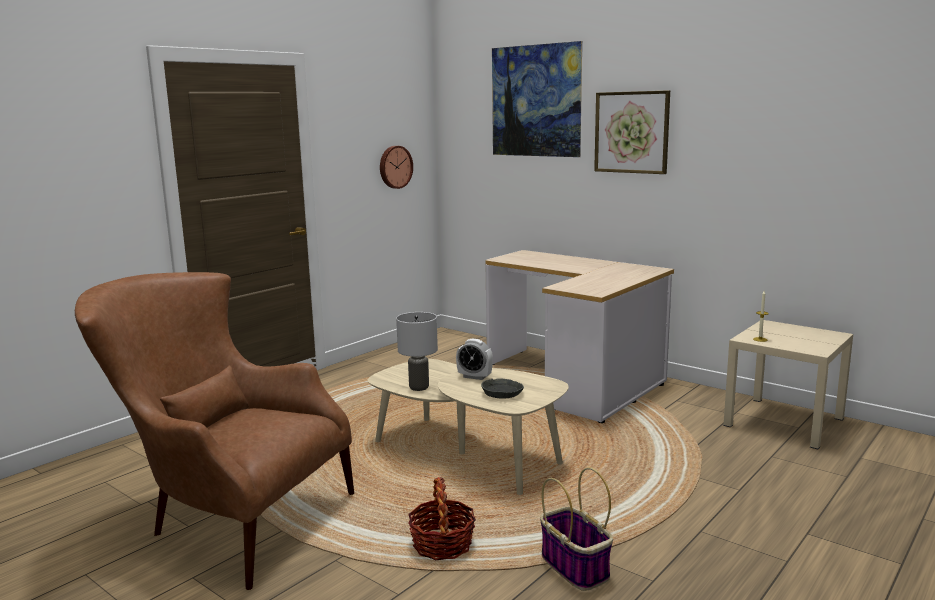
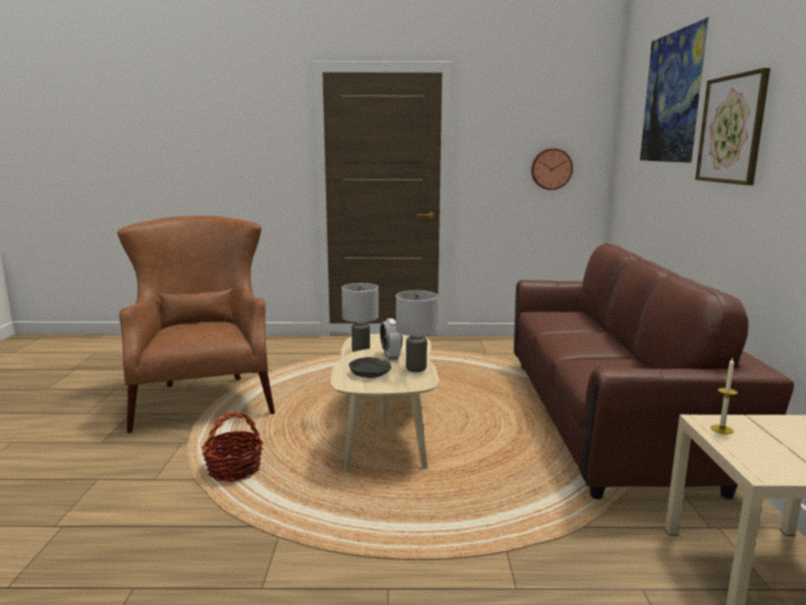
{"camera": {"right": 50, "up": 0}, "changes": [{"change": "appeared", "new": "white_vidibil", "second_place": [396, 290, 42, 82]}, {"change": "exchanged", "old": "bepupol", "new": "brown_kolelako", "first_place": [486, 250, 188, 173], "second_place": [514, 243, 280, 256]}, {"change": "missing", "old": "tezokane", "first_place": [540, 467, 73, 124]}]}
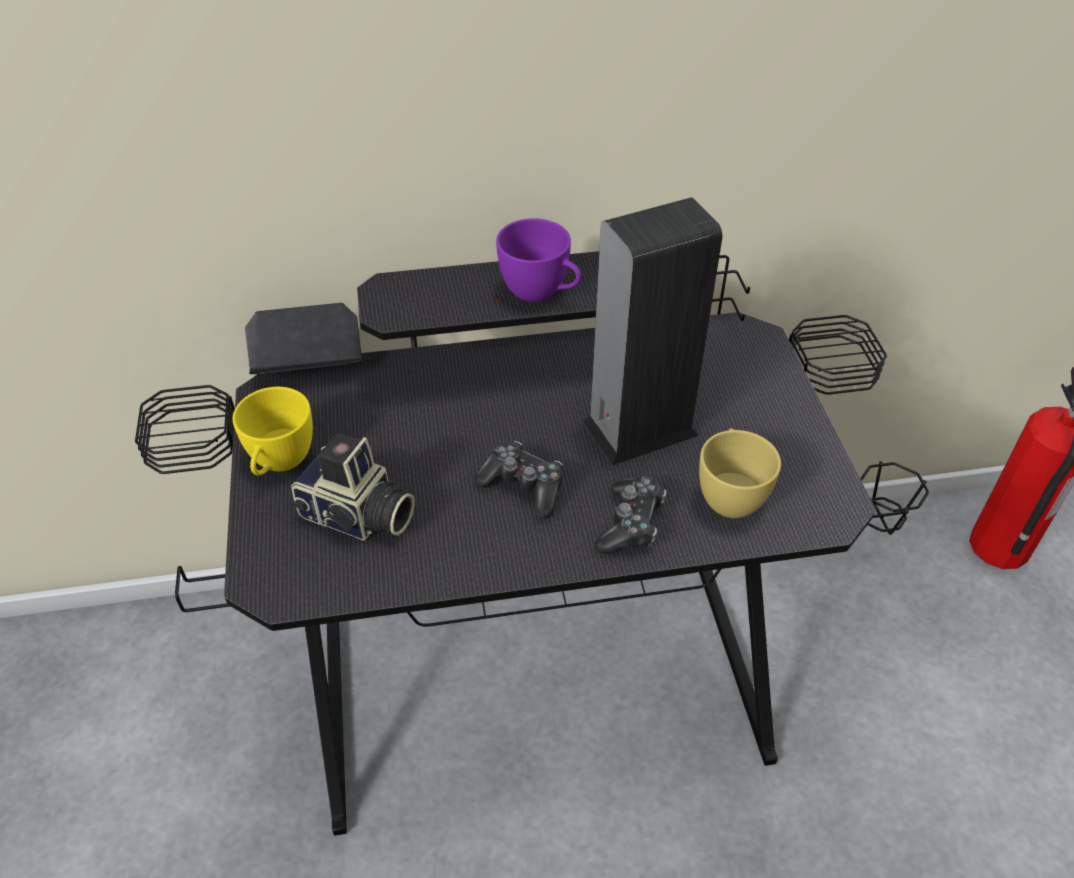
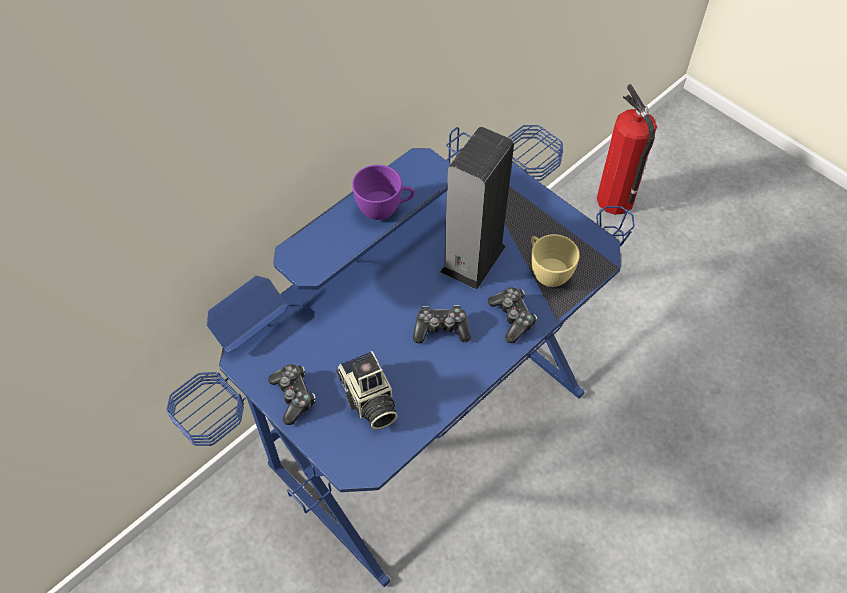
{"camera": {"right": -35, "up": 10}, "changes": [{"change": "colour", "old": "black_bepupol", "new": "blue_bepupol", "first_place": [135, 251, 794, 585], "second_place": [167, 125, 468, 462]}, {"change": "exchanged", "old": "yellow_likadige", "new": "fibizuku", "first_place": [233, 387, 80, 89], "second_place": [268, 364, 47, 61]}, {"change": "spun", "old": "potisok", "first_place": [290, 433, 125, 108], "second_place": [336, 351, 62, 79], "degrees": 75}]}
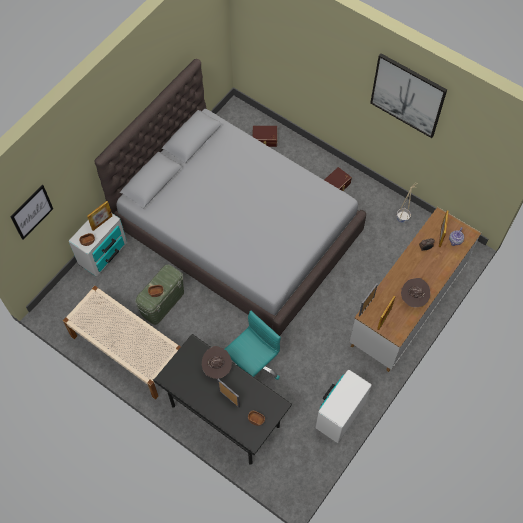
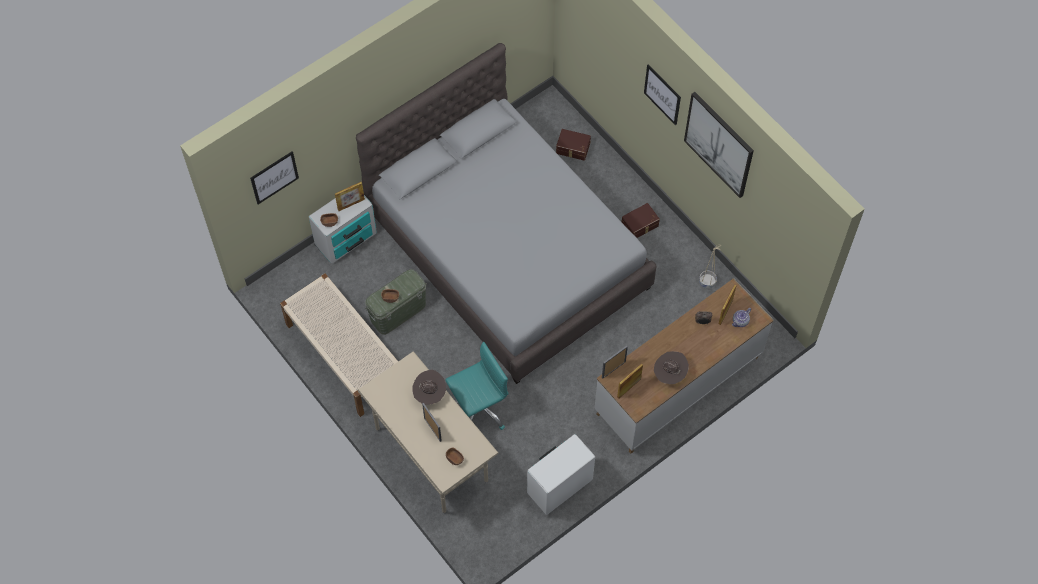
{"camera": {"right": 15, "up": 0}, "changes": [{"change": "colour", "old": "black_bepupol", "new": "beige_bepupol", "first_place": [153, 334, 139, 131], "second_place": [357, 352, 141, 161]}, {"change": "appeared", "new": "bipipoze", "second_place": [644, 65, 37, 60]}]}
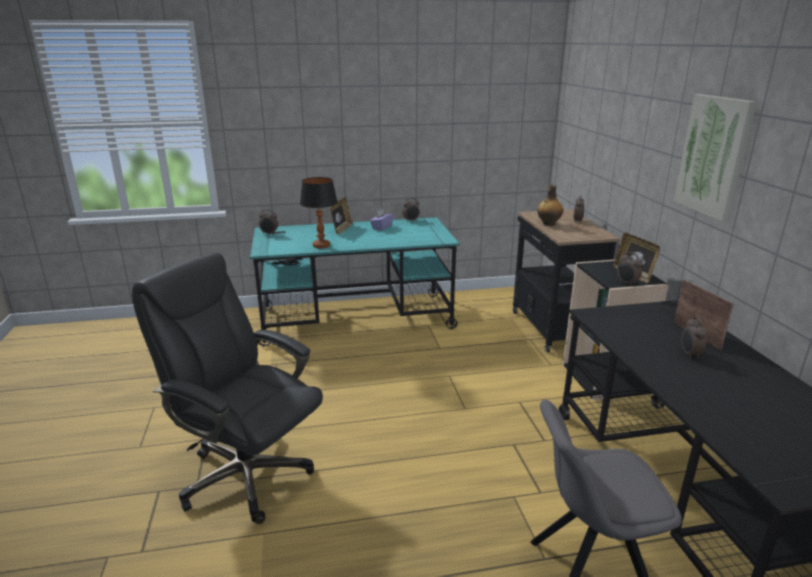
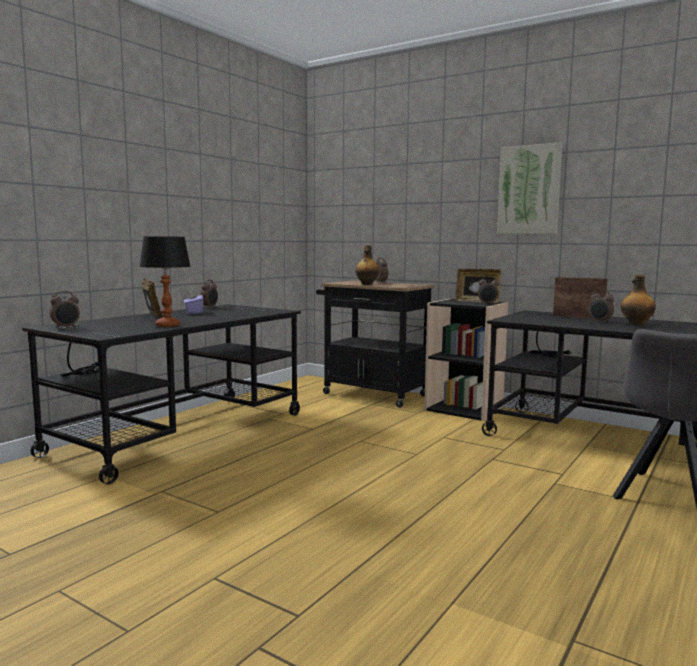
{"camera": {"right": -45, "up": -15}, "changes": [{"change": "colour", "old": "turquoise_bepupol", "new": "black_bepupol", "first_place": [250, 217, 210, 129], "second_place": [22, 304, 279, 180]}, {"change": "appeared", "new": "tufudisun", "second_place": [621, 274, 35, 52]}, {"change": "missing", "old": "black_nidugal", "first_place": [132, 253, 191, 271]}]}
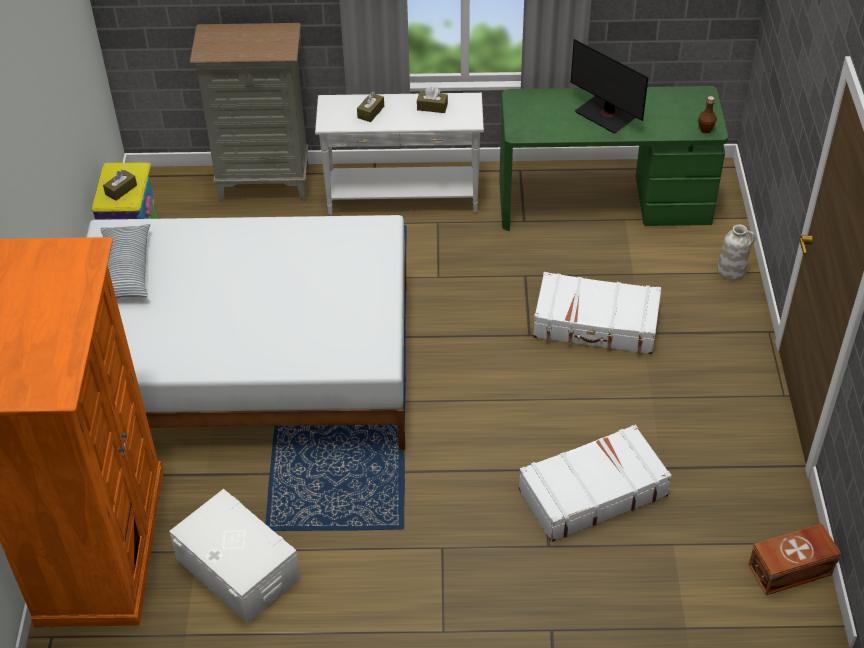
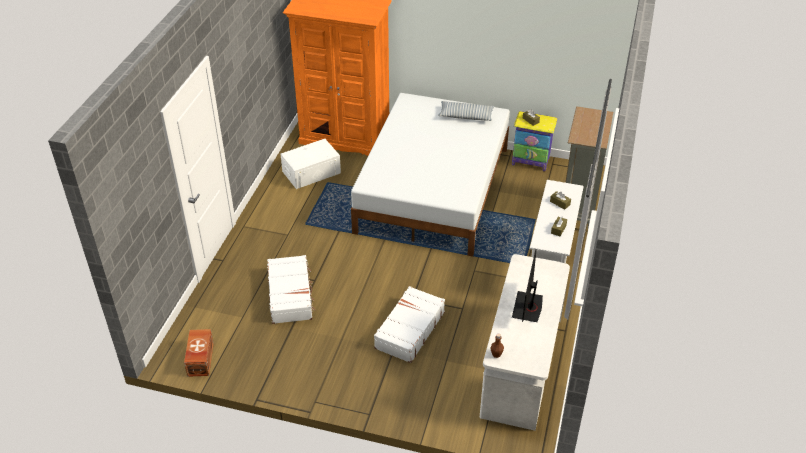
{"camera": {"right": 105, "up": -5}, "changes": [{"change": "colour", "old": "green_bepupol", "new": "white_bepupol", "first_place": [499, 86, 229, 145], "second_place": [480, 254, 90, 177]}, {"change": "spun", "old": "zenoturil", "first_place": [571, 39, 77, 95], "second_place": [512, 249, 31, 73], "degrees": -45}, {"change": "missing", "old": "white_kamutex", "first_place": [717, 224, 39, 57]}]}
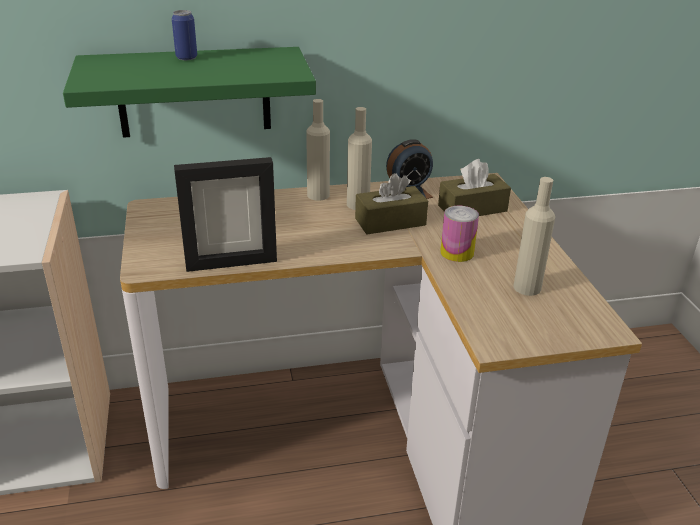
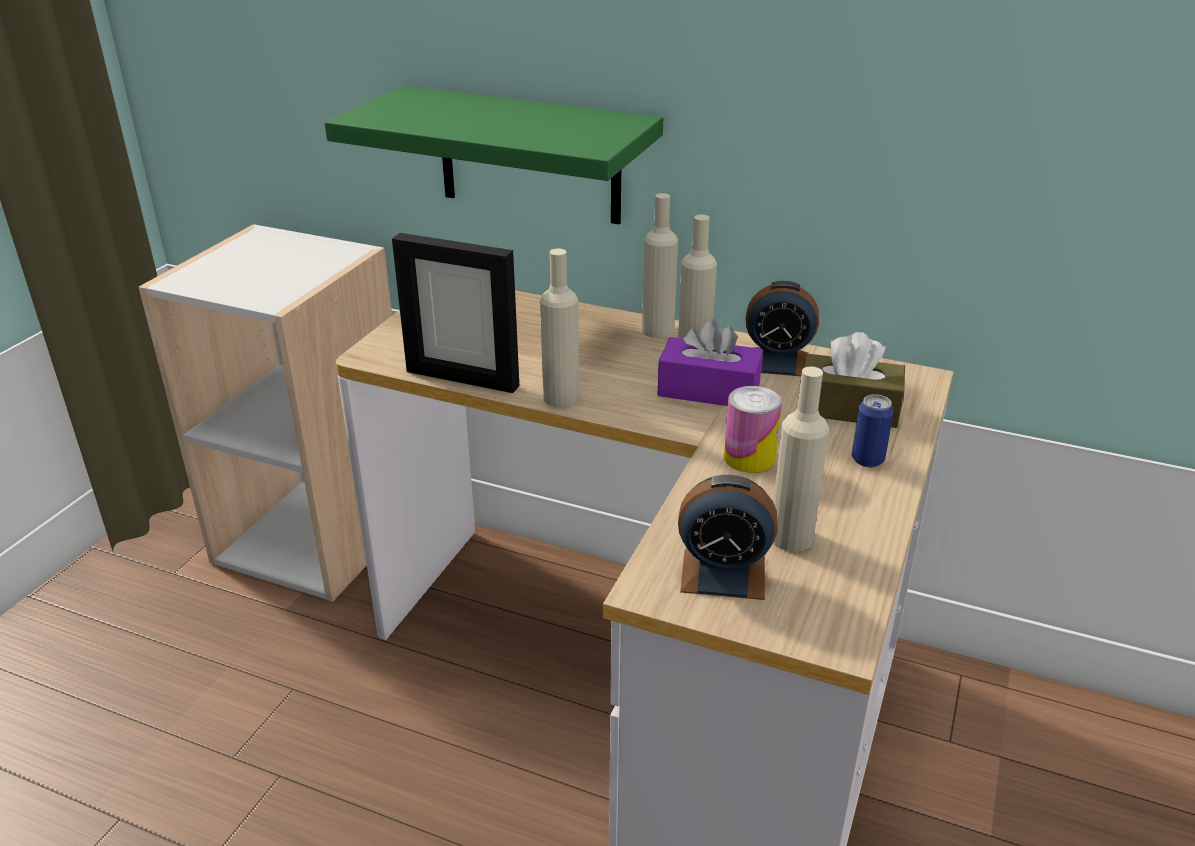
{"camera": {"right": 35, "up": 0}, "changes": [{"change": "appeared", "new": "beige_tufudisun", "second_place": [540, 248, 39, 159]}, {"change": "colour", "old": "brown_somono", "new": "purple_somono", "first_place": [355, 173, 73, 61], "second_place": [658, 319, 105, 87]}, {"change": "appeared", "new": "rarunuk", "second_place": [678, 475, 100, 125]}, {"change": "relocated", "old": "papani", "first_place": [172, 10, 25, 50], "second_place": [852, 394, 42, 73]}]}
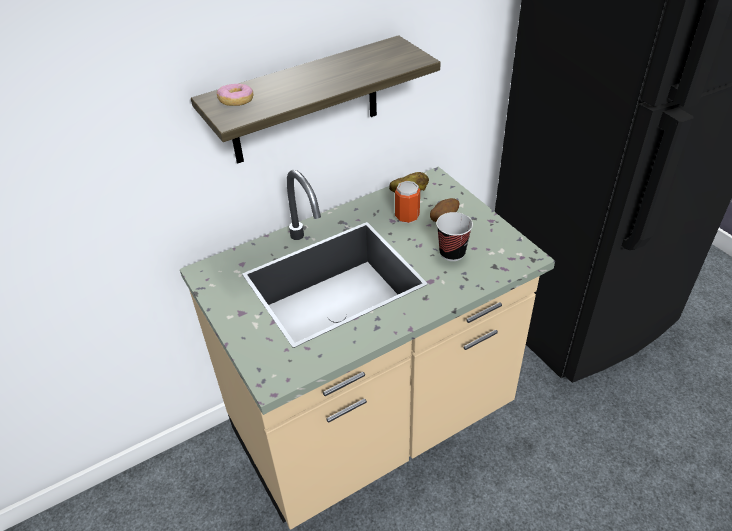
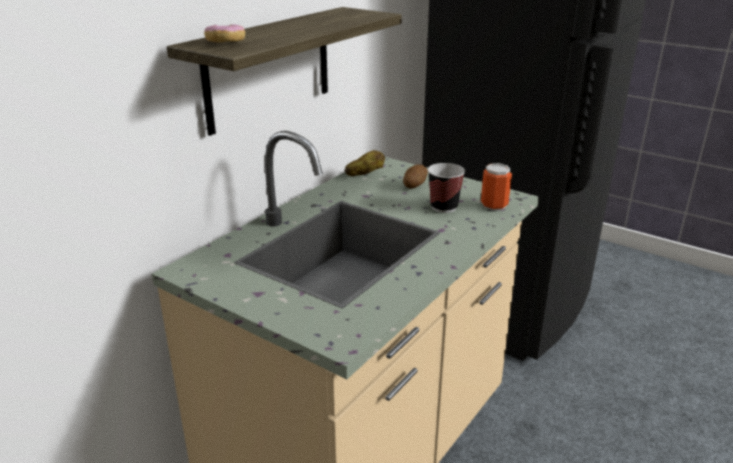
{"camera": {"right": -25, "up": -15}, "changes": [{"change": "relocated", "old": "papani", "first_place": [395, 181, 25, 42], "second_place": [481, 163, 31, 47]}]}
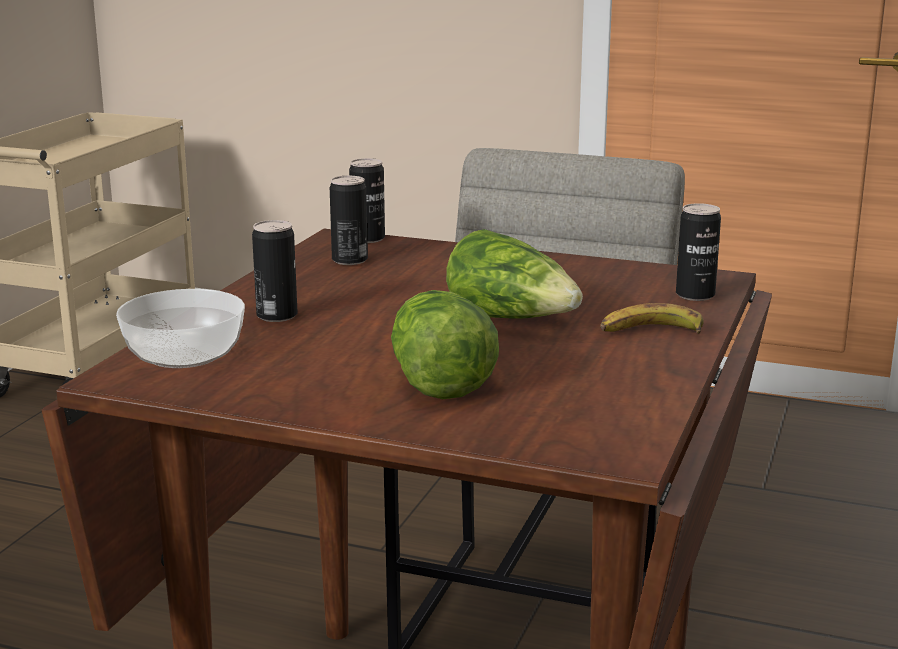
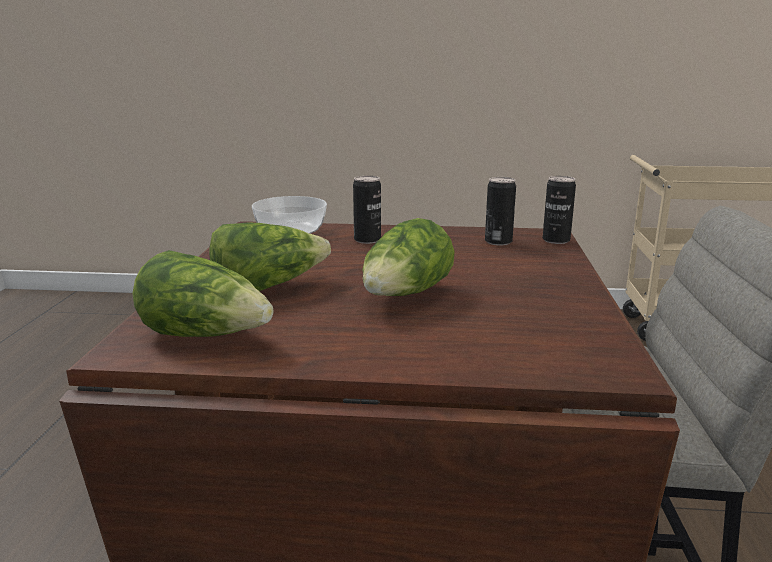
{"camera": {"right": 75, "up": 0}, "changes": [{"change": "appeared", "new": "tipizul", "second_place": [132, 250, 141, 87]}, {"change": "missing", "old": "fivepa", "first_place": [600, 303, 104, 31]}, {"change": "missing", "old": "papani", "first_place": [676, 203, 45, 98]}]}
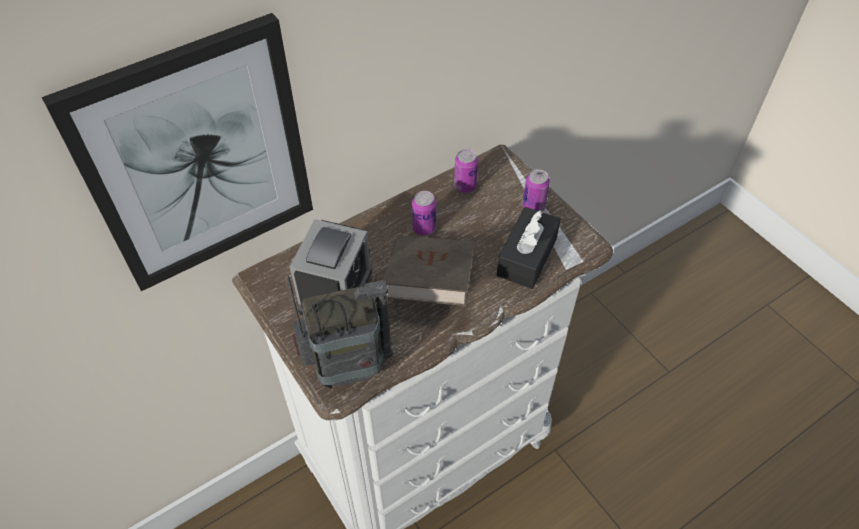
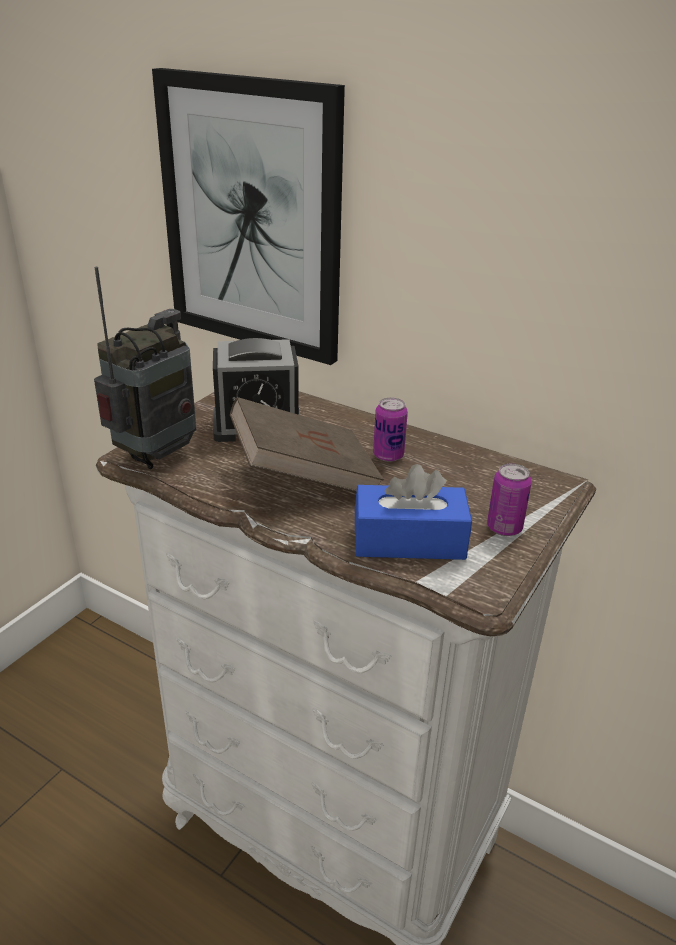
{"camera": {"right": 65, "up": -20}, "changes": [{"change": "spun", "old": "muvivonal", "first_place": [286, 275, 107, 113], "second_place": [94, 266, 102, 203], "degrees": -105}, {"change": "colour", "old": "black_somono", "new": "blue_somono", "first_place": [497, 207, 64, 82], "second_place": [355, 464, 117, 96]}, {"change": "missing", "old": "papani", "first_place": [454, 149, 24, 44]}]}
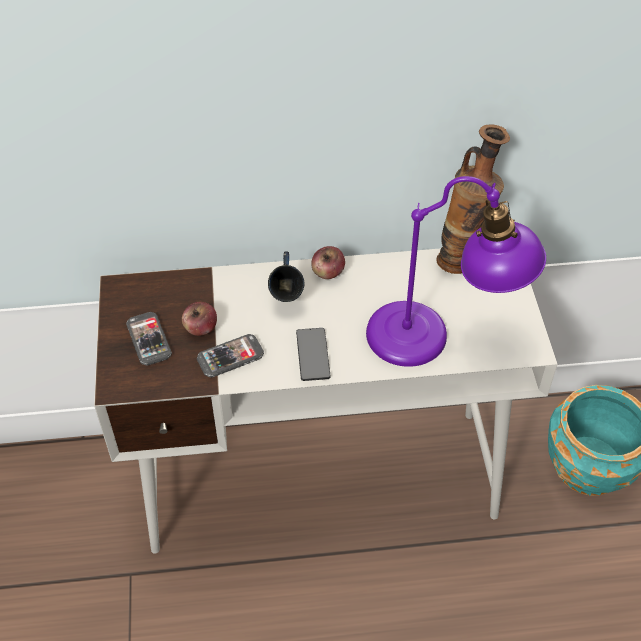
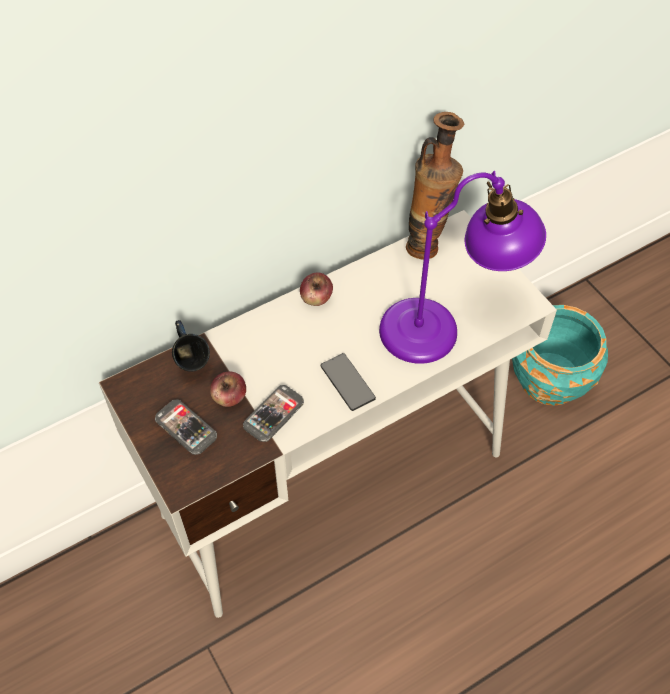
{"camera": {"right": -25, "up": 5}, "changes": [{"change": "relocated", "old": "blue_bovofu", "first_place": [268, 251, 36, 51], "second_place": [172, 320, 38, 52]}]}
